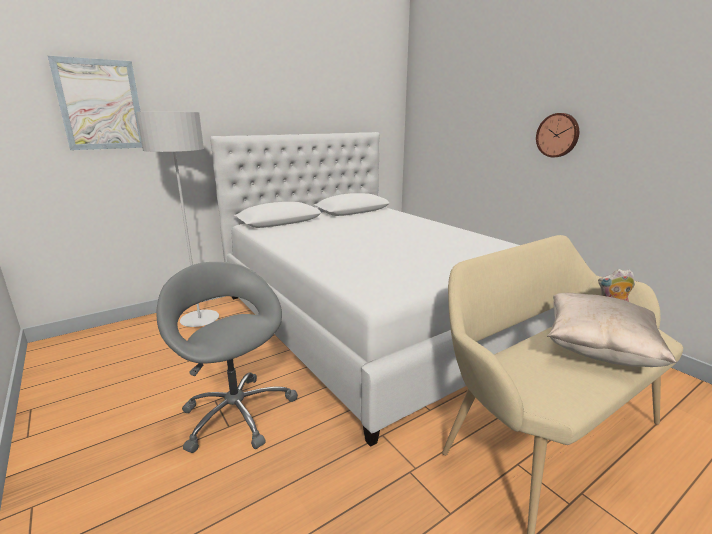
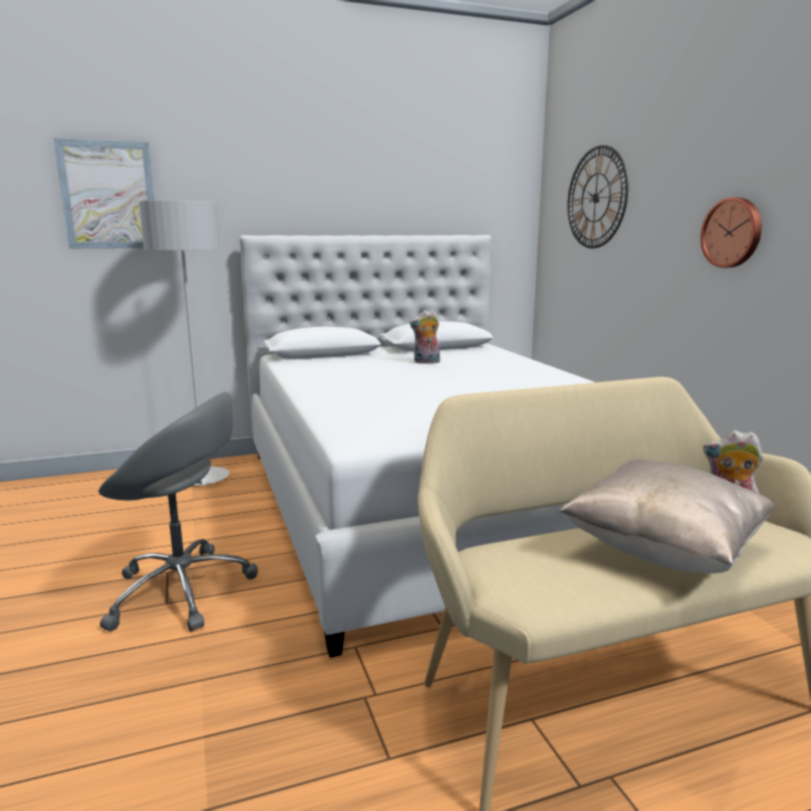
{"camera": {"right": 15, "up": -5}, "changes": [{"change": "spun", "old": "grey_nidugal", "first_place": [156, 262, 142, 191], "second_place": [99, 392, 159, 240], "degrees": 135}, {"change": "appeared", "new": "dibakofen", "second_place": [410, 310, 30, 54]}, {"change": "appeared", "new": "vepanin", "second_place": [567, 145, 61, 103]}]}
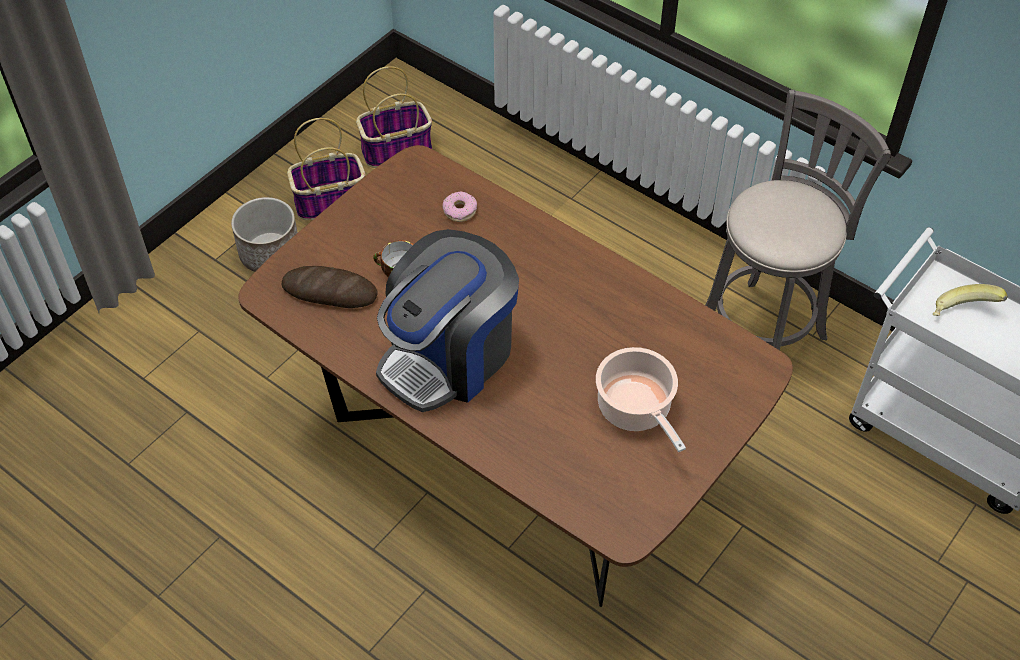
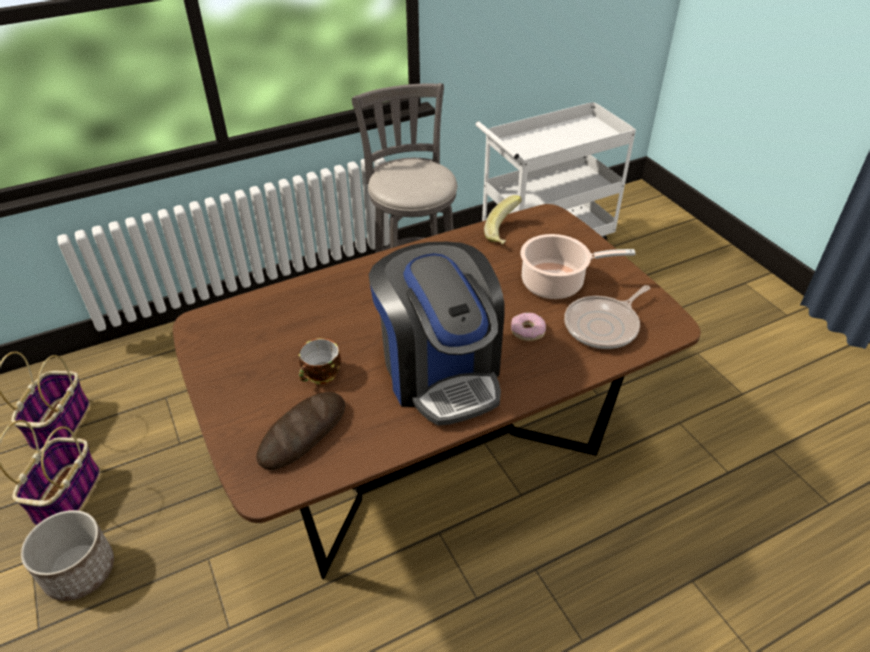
{"camera": {"right": -65, "up": -10}, "changes": [{"change": "relocated", "old": "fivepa", "first_place": [933, 284, 75, 32], "second_place": [484, 195, 38, 50]}, {"change": "relocated", "old": "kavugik", "first_place": [442, 191, 35, 31], "second_place": [511, 313, 35, 28]}, {"change": "appeared", "new": "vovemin", "second_place": [564, 285, 86, 64]}]}
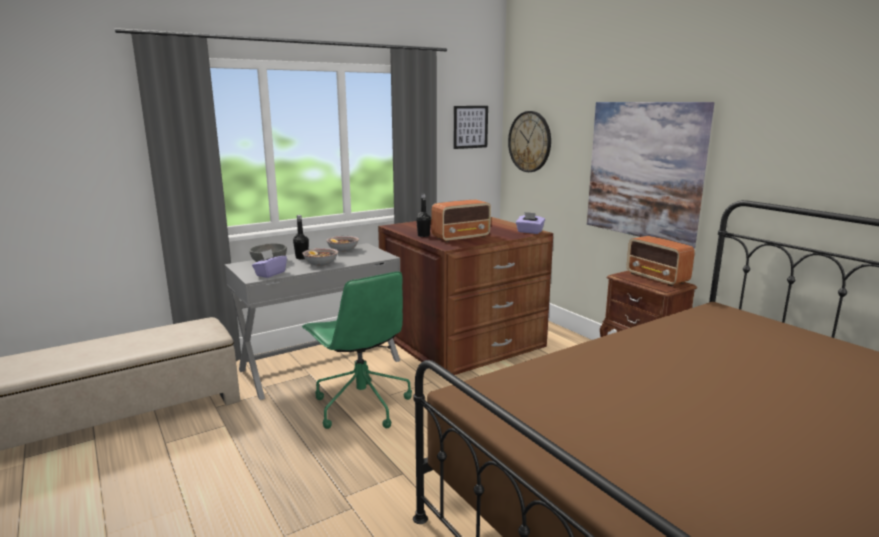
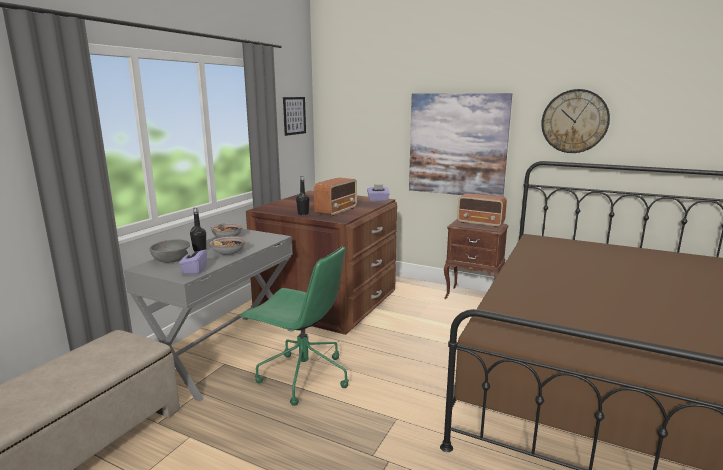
{"camera": {"right": -30, "up": 0}, "changes": [{"change": "relocated", "old": "vepanin", "first_place": [508, 111, 43, 61], "second_place": [541, 89, 69, 64]}]}
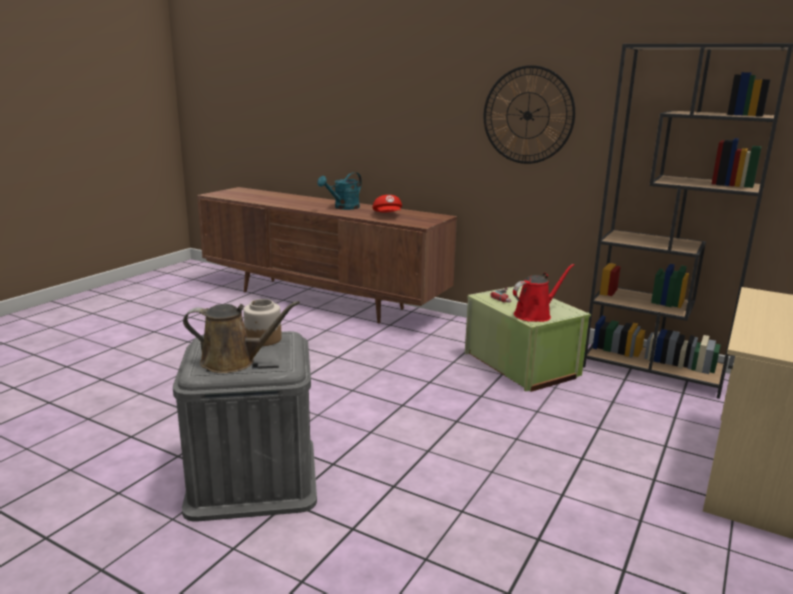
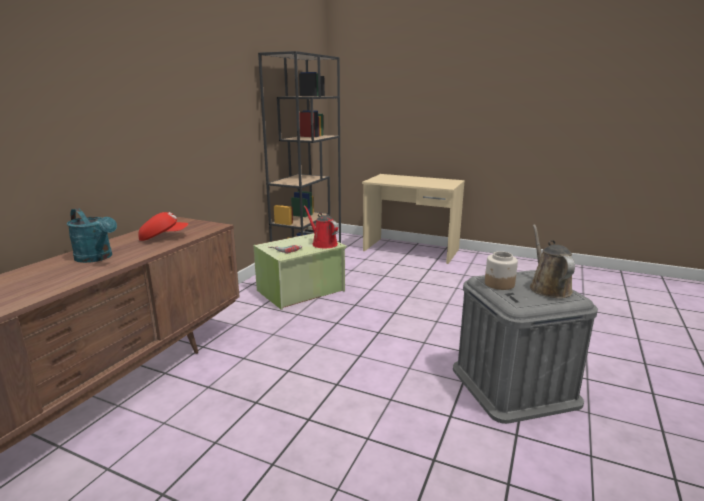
{"camera": {"right": -95, "up": 0}, "changes": [{"change": "missing", "old": "vepanin", "first_place": [484, 65, 91, 99]}]}
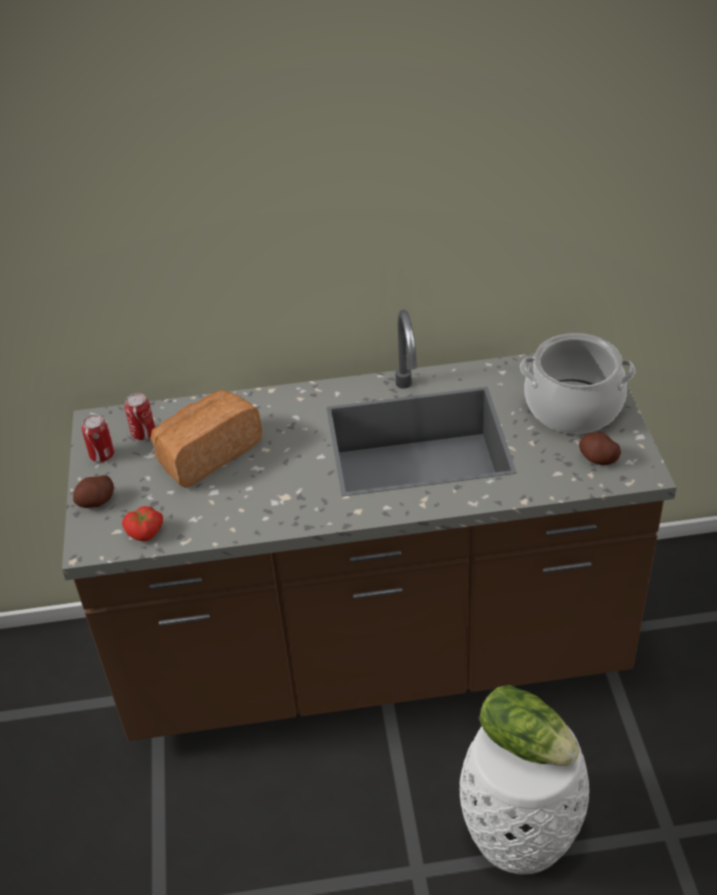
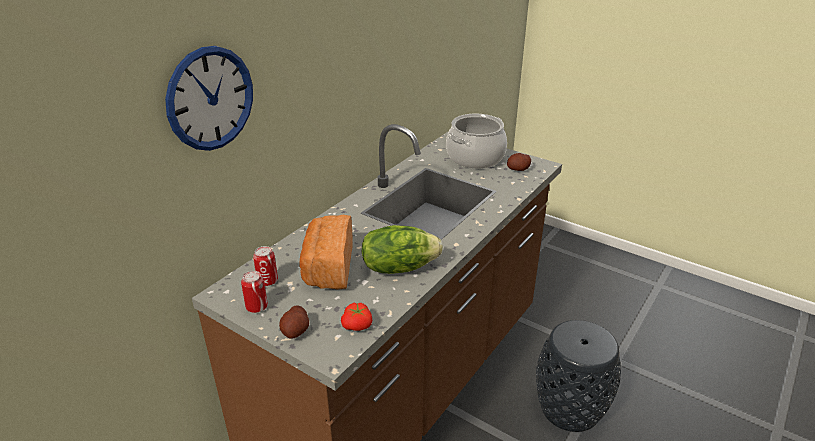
{"camera": {"right": -50, "up": -10}, "changes": [{"change": "appeared", "new": "vepanin", "second_place": [165, 46, 88, 105]}, {"change": "relocated", "old": "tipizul", "first_place": [480, 685, 100, 81], "second_place": [362, 225, 81, 49]}, {"change": "colour", "old": "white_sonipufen", "new": "black_sonipufen", "first_place": [460, 726, 129, 149], "second_place": [536, 320, 85, 112]}]}
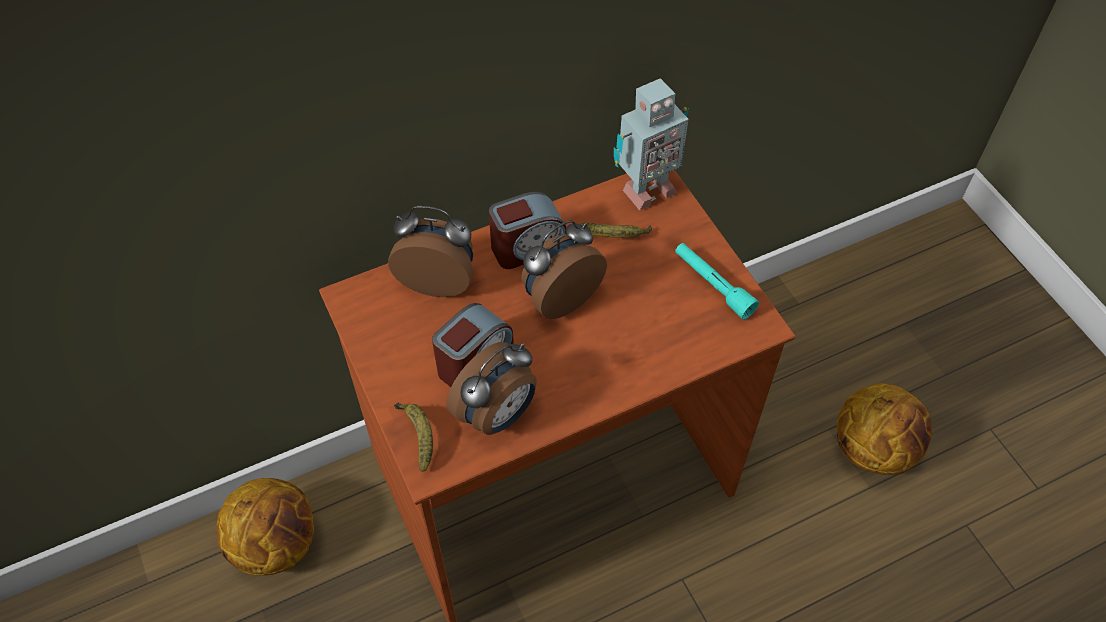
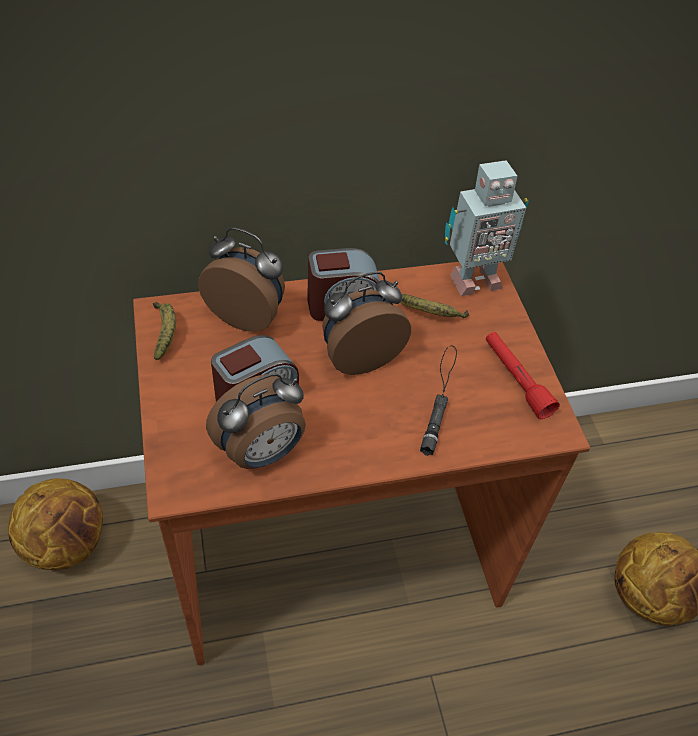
{"camera": {"right": 10, "up": -5}, "changes": [{"change": "relocated", "old": "fivepa", "first_place": [394, 403, 39, 69], "second_place": [153, 302, 23, 58]}, {"change": "appeared", "new": "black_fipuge", "second_place": [420, 345, 37, 111]}, {"change": "colour", "old": "turquoise_fipuge", "new": "red_fipuge", "first_place": [675, 243, 84, 77], "second_place": [486, 332, 74, 87]}]}
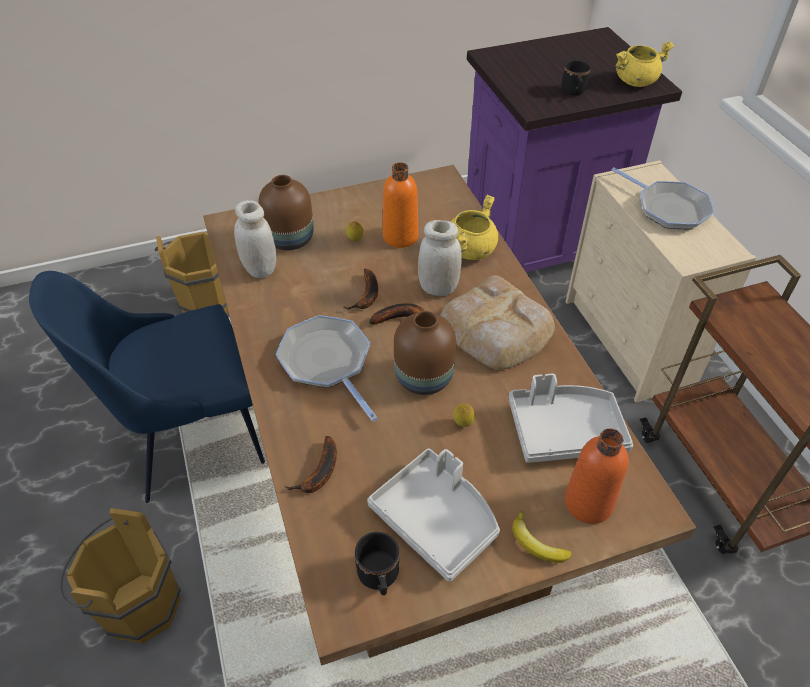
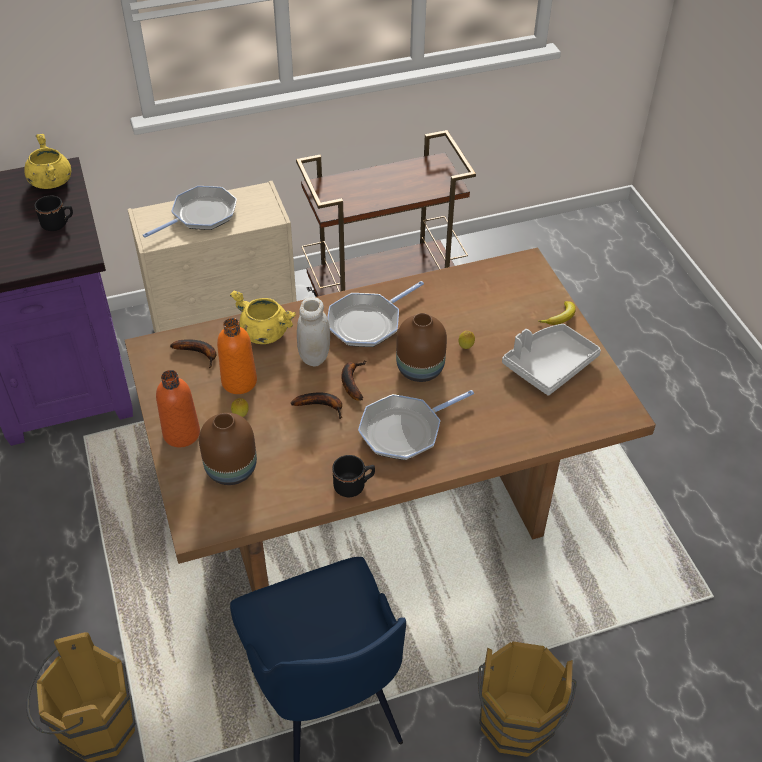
{"camera": {"right": -90, "up": 0}, "changes": [{"change": "relocated", "old": "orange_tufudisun", "first_place": [565, 429, 63, 95], "second_place": [156, 370, 44, 77]}, {"change": "relocated", "old": "fivepa", "first_place": [284, 436, 53, 57], "second_place": [170, 339, 46, 29]}, {"change": "exchanged", "old": "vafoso", "new": "vovemin", "first_place": [440, 275, 115, 95], "second_place": [327, 281, 97, 66]}, {"change": "relocated", "old": "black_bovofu", "first_place": [355, 532, 44, 63], "second_place": [332, 455, 43, 42]}, {"change": "missing", "old": "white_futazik", "first_place": [234, 200, 43, 78]}, {"change": "missing", "old": "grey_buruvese", "first_place": [508, 373, 125, 90]}]}
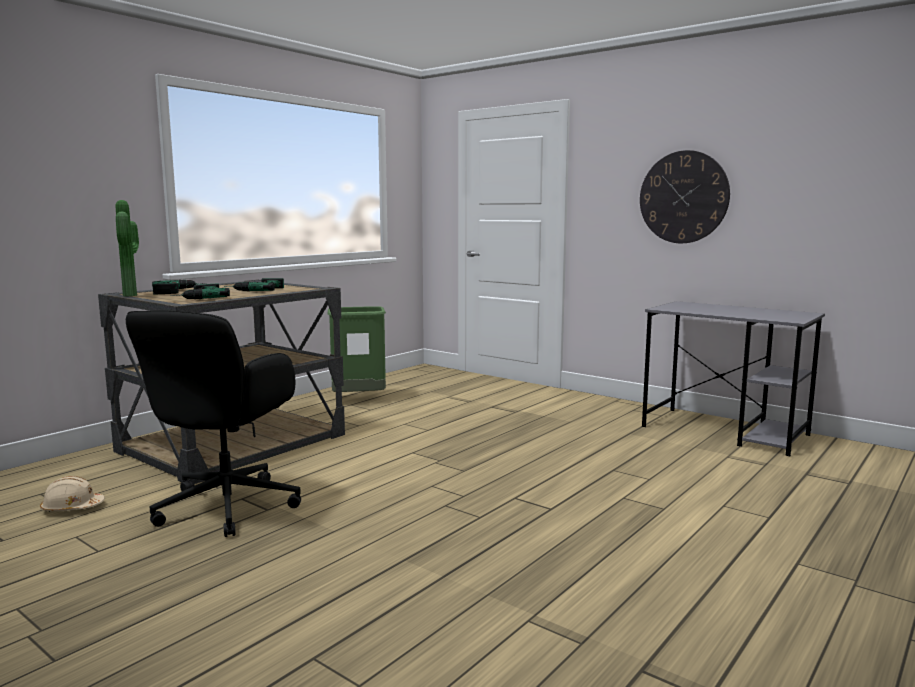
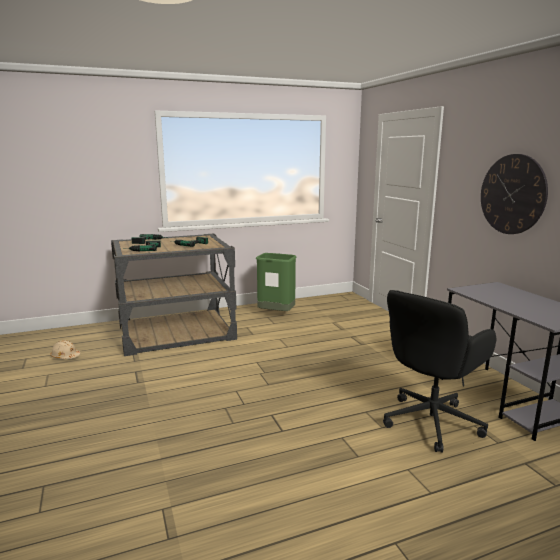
{"camera": {"right": 30, "up": 5}, "changes": [{"change": "relocated", "old": "black_nidugal", "first_place": [126, 310, 175, 227], "second_place": [383, 290, 113, 163]}, {"change": "missing", "old": "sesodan", "first_place": [116, 200, 23, 96]}]}
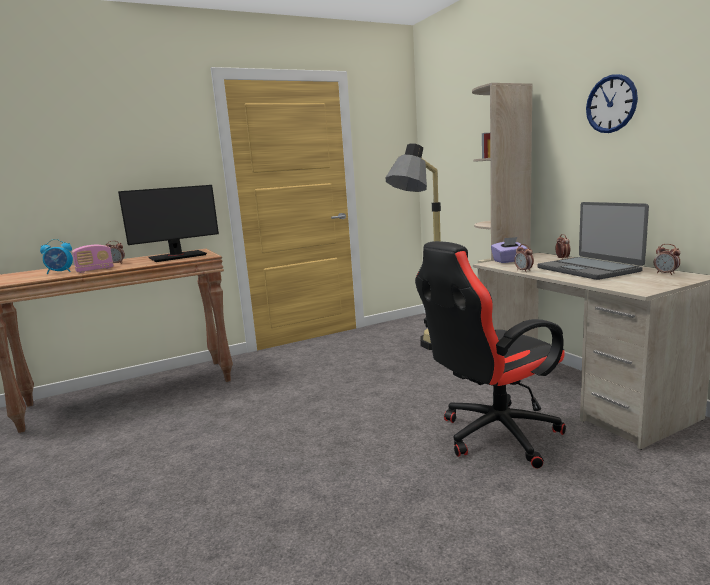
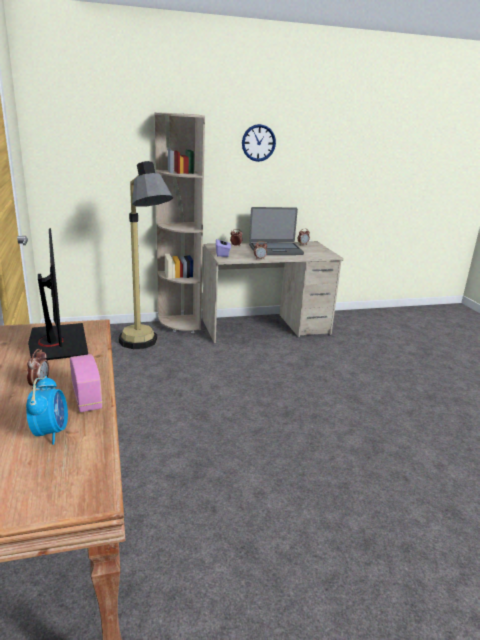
{"camera": {"right": -80, "up": 10}, "changes": [{"change": "missing", "old": "black_nidugal", "first_place": [415, 241, 151, 227]}]}
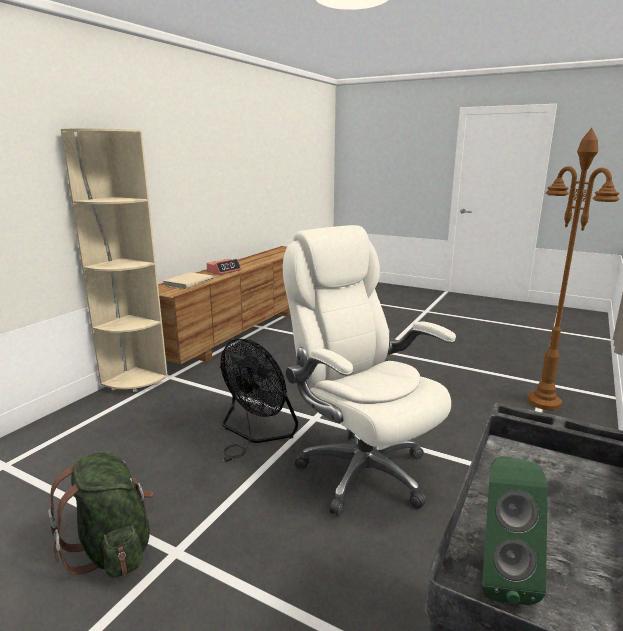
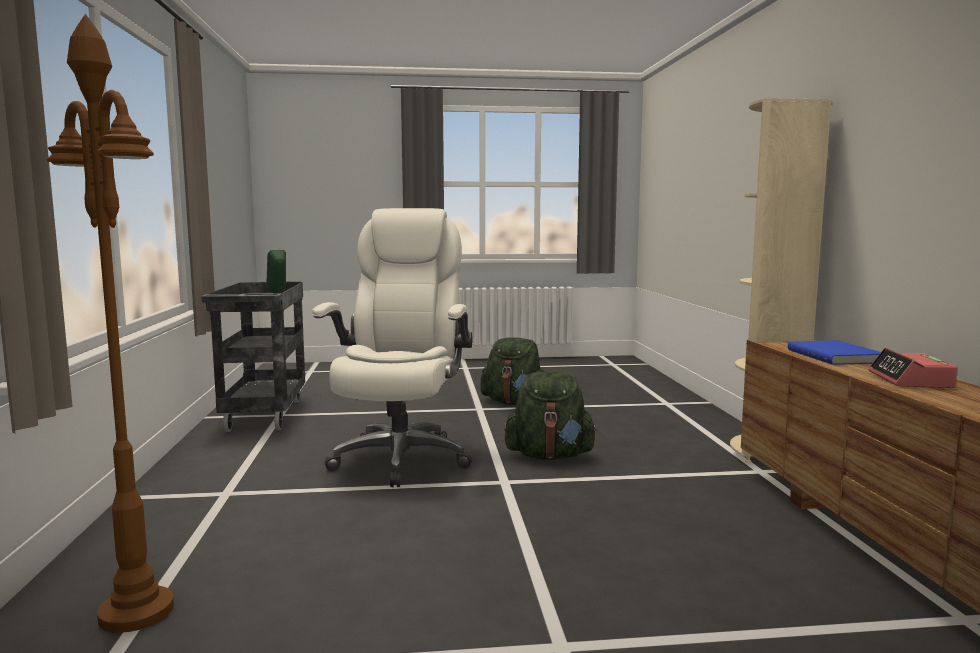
{"camera": {"right": 145, "up": -10}, "changes": [{"change": "spun", "old": "white_nidugal", "first_place": [283, 225, 173, 291], "second_place": [312, 208, 161, 279], "degrees": -105}, {"change": "exchanged", "old": "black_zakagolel", "new": "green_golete", "first_place": [220, 339, 78, 123], "second_place": [504, 372, 93, 88]}, {"change": "colour", "old": "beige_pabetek", "new": "blue_pabetek", "first_place": [163, 272, 50, 17], "second_place": [788, 340, 93, 25]}]}
